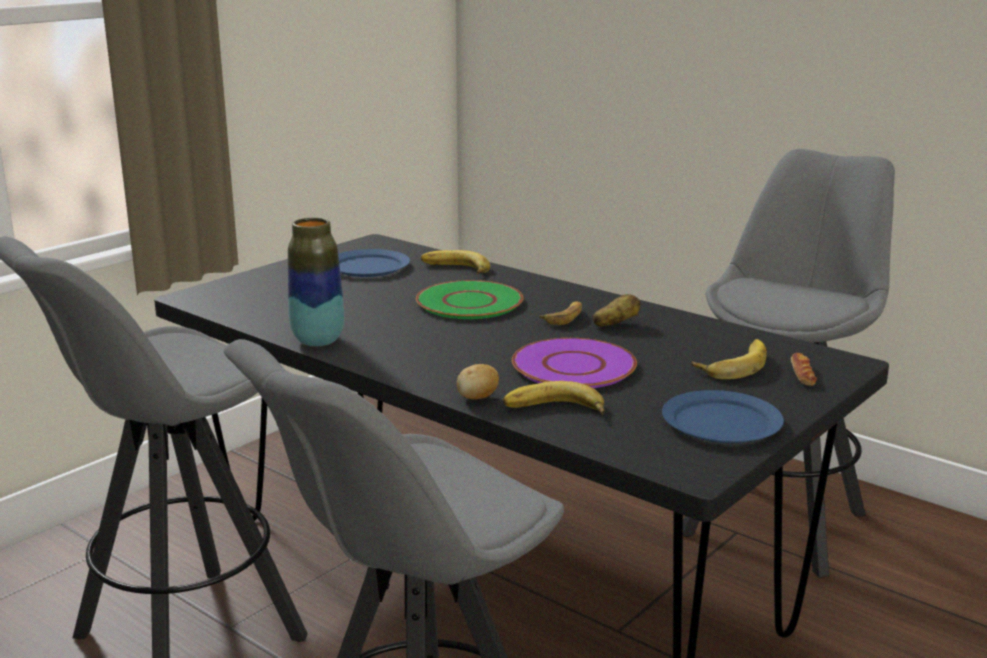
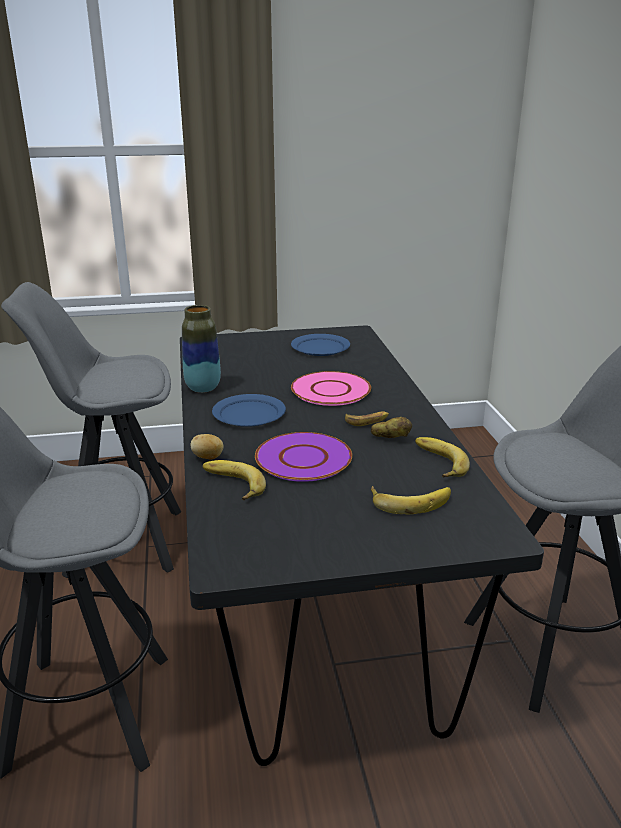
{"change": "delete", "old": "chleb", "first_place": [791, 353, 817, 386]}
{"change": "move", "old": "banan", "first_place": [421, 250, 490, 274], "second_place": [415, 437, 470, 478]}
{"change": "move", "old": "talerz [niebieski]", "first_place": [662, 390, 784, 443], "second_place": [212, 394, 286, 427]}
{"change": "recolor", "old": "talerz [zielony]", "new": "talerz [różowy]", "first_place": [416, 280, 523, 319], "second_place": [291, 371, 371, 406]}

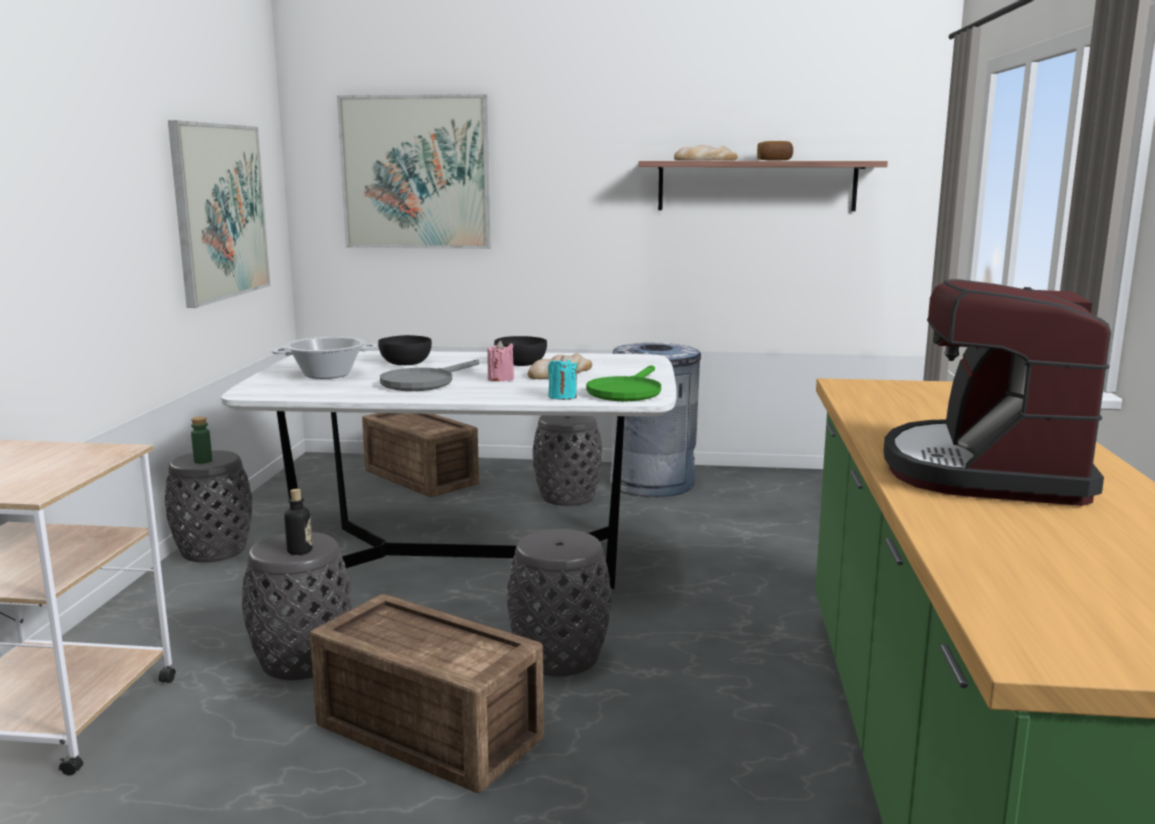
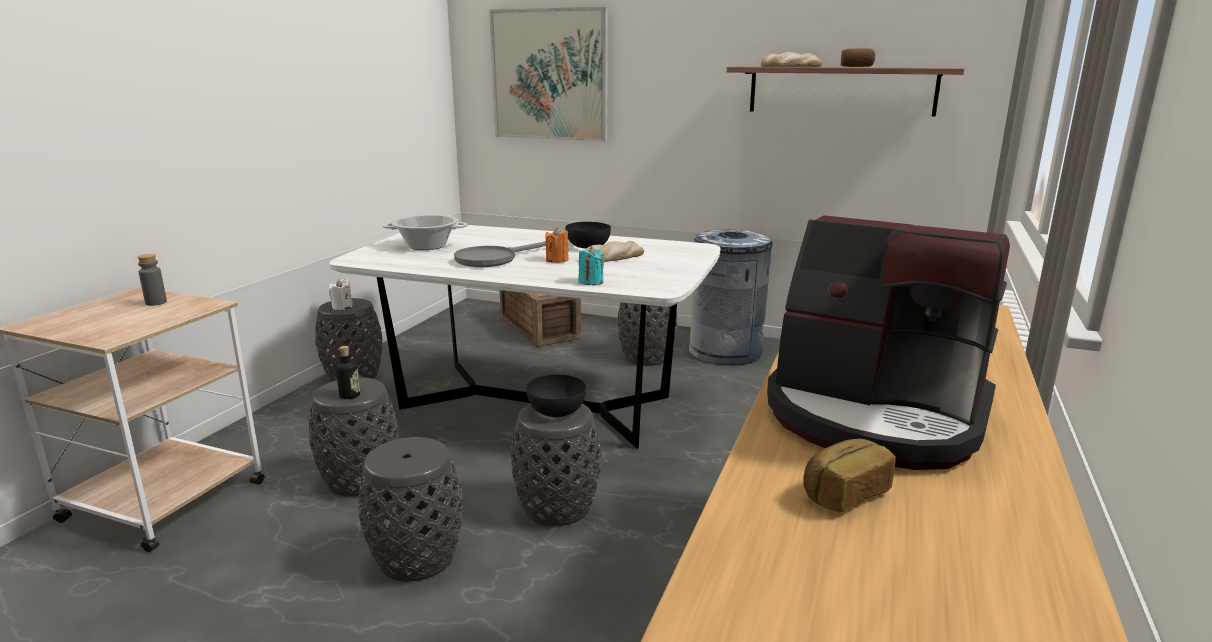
{"change": "delete", "old": "obraz", "first_place": [168, 120, 270, 308]}
{"change": "delete", "old": "patelnia [zielony]", "first_place": [586, 365, 661, 401]}
{"change": "insert", "new": "butelka [szary]", "second_place": [138, 254, 167, 306]}
{"change": "insert", "new": "chleb", "second_place": [803, 438, 896, 513]}
{"change": "move", "old": "miska [czarny]", "first_place": [378, 335, 432, 365], "second_place": [526, 375, 586, 417]}
{"change": "replace", "old": "butelka [zielony]", "new": "świeca [biały]", "first_place": [191, 417, 212, 464], "second_place": [329, 279, 353, 310]}
{"change": "replace", "old": "skrzynka", "new": "stołek [szary]", "first_place": [310, 594, 544, 793], "second_place": [359, 437, 463, 582]}
{"change": "recolor", "old": "świeca [różowy]", "new": "świeca [pomarańczowy]", "first_place": [487, 341, 514, 381], "second_place": [545, 227, 569, 263]}
{"change": "rotate", "old": "ekspres do kawy", "first_place": [883, 279, 1111, 506], "second_place": [767, 215, 1010, 470], "degrees": -90}

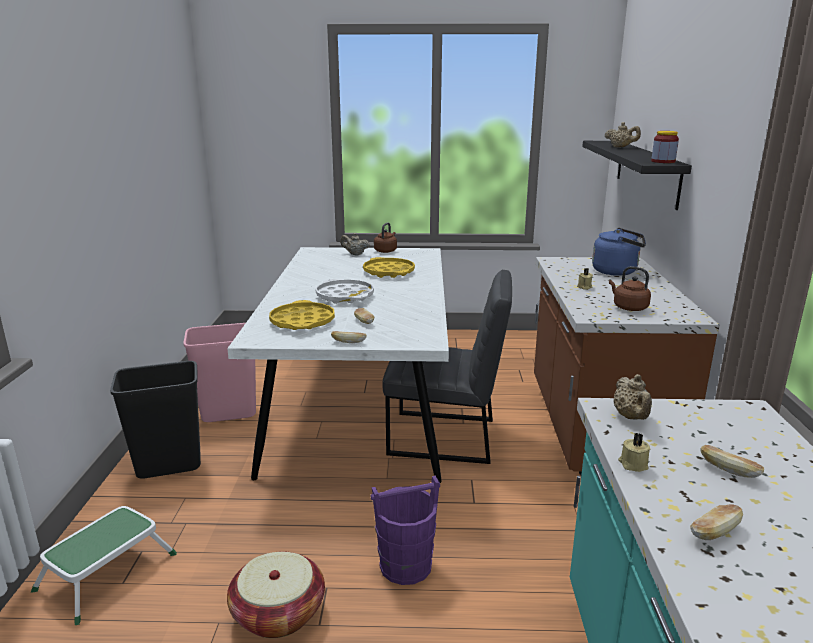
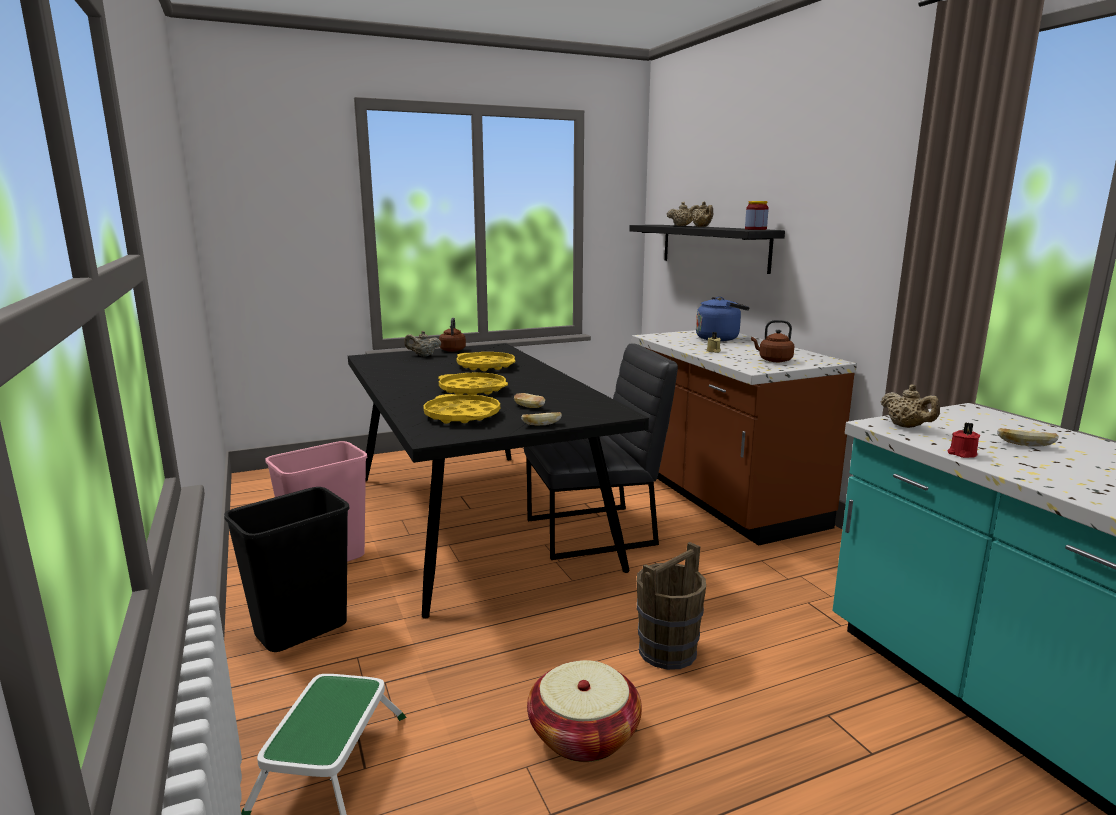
{"change": "delete", "old": "chleb", "first_place": [690, 504, 743, 540]}
{"change": "insert", "new": "imbryk [beżowy]", "second_place": [691, 202, 713, 227]}
{"change": "recolor", "old": "stół jadalny [biały]", "new": "stół jadalny [czarny]", "first_place": [227, 247, 449, 483], "second_place": [348, 343, 649, 619]}
{"change": "recolor", "old": "taca [biały]", "new": "taca [żółty]", "first_place": [316, 279, 374, 304], "second_place": [438, 372, 508, 395]}
{"change": "recolor", "old": "wiadro [fioletowy]", "new": "wiadro [brązowy]", "first_place": [370, 476, 440, 585], "second_place": [637, 542, 706, 670]}
{"change": "recolor", "old": "świeca [beżowy]", "new": "świeca [czerwony]", "first_place": [618, 433, 650, 472], "second_place": [948, 423, 980, 458]}

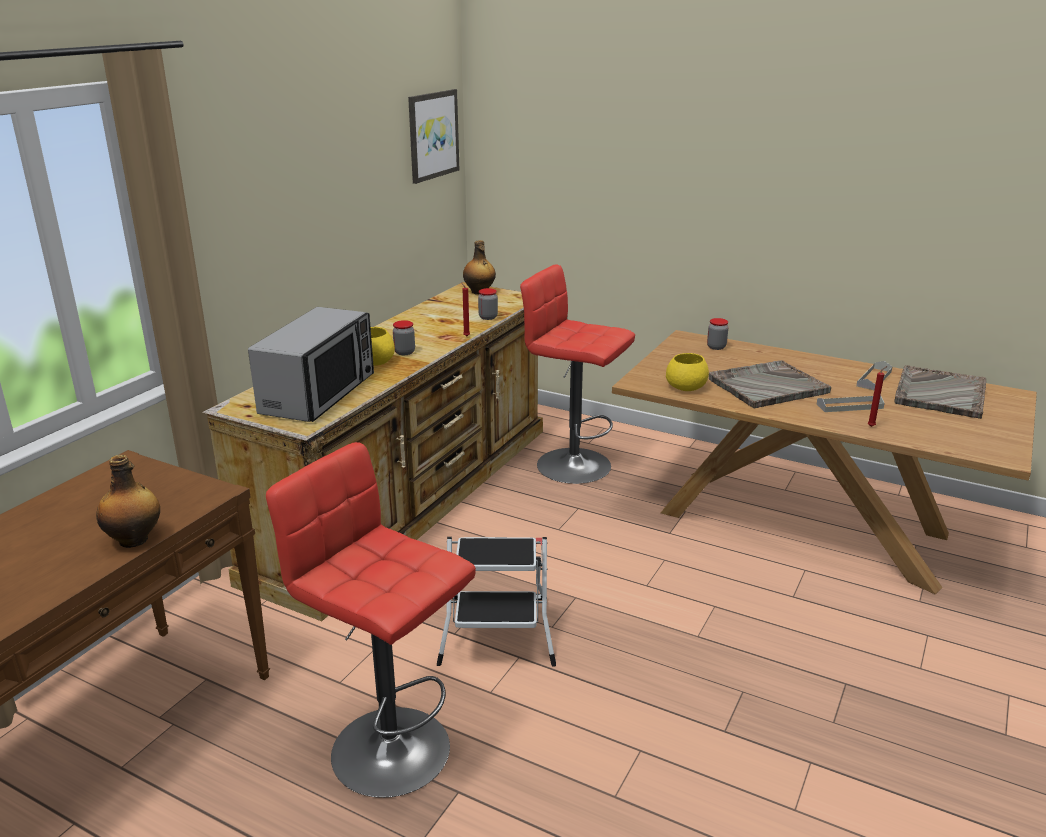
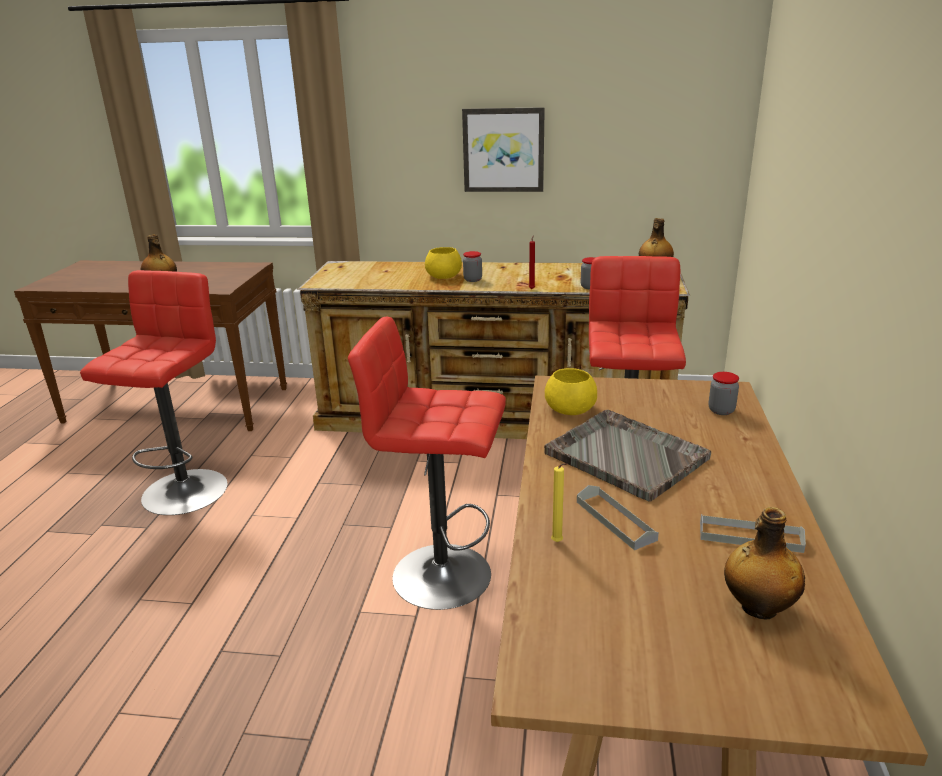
{"change": "delete", "old": "mikrofalówka", "first_place": [248, 307, 374, 422]}
{"change": "delete", "old": "drabinka", "first_place": [437, 537, 556, 667]}
{"change": "insert", "new": "stołek [czerwony]", "second_place": [348, 317, 506, 610]}
{"change": "move", "old": "obraz", "first_place": [408, 89, 459, 184], "second_place": [462, 107, 545, 192]}
{"change": "replace", "old": "taca [szary]", "new": "butelka", "first_place": [894, 365, 986, 419], "second_place": [724, 507, 805, 619]}
{"change": "recolor", "old": "świeca [czerwony]", "new": "świeca [żółty]", "first_place": [868, 366, 887, 427], "second_place": [551, 463, 568, 542]}

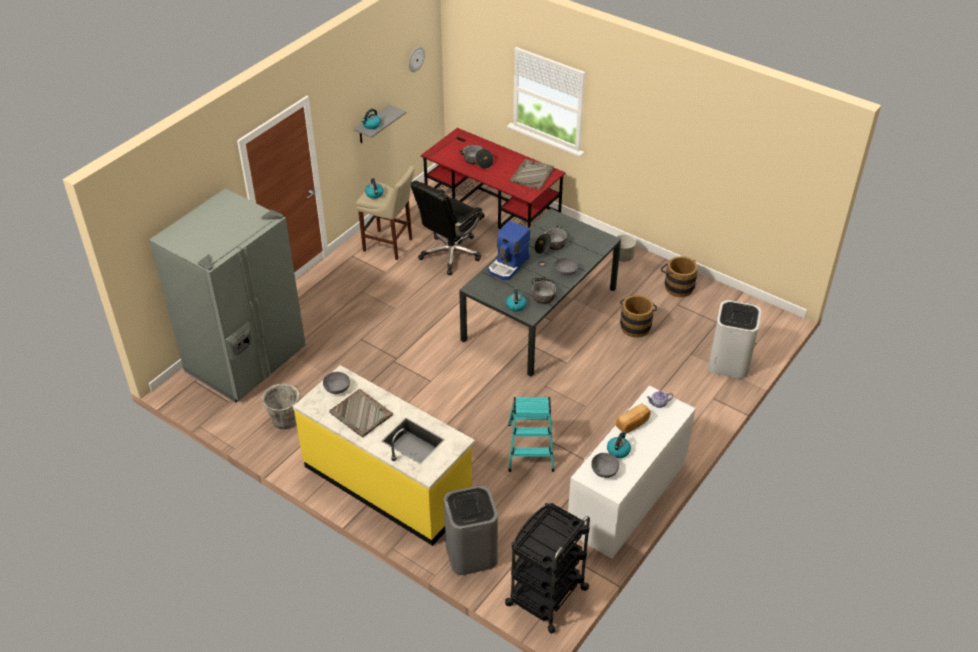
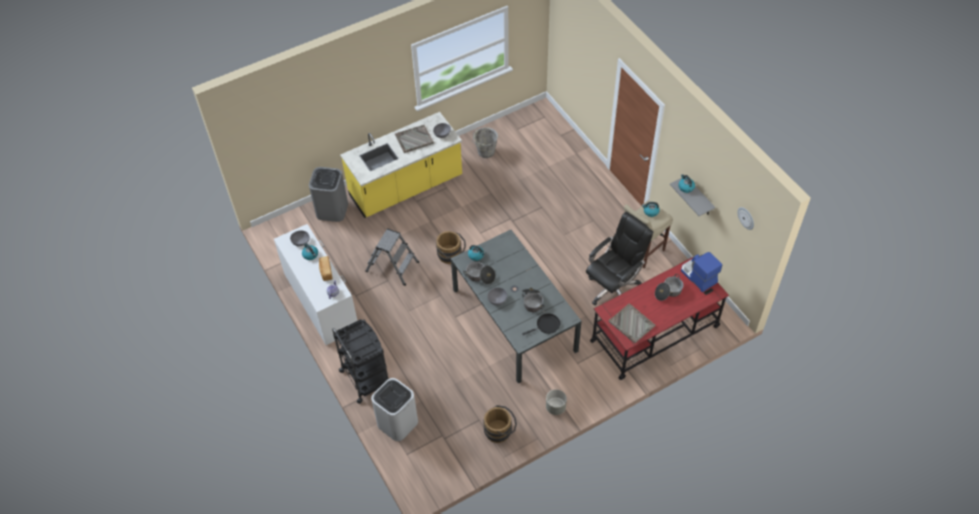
{"change": "delete", "old": "lodówka [szary]", "first_place": [149, 188, 306, 403]}
{"change": "insert", "new": "patelnia [czarny]", "second_place": [522, 313, 560, 335]}
{"change": "move", "old": "ekspres do kawy", "first_place": [488, 221, 530, 280], "second_place": [681, 252, 723, 292]}
{"change": "move", "old": "wózek [czarny]", "first_place": [505, 503, 590, 634], "second_place": [332, 319, 389, 404]}
{"change": "move", "old": "wiadro [brązowy]", "first_place": [620, 295, 657, 338], "second_place": [436, 231, 466, 264]}
{"change": "recolor", "old": "drabinka [turkusowy]", "new": "drabinka [szary]", "first_place": [508, 397, 554, 472], "second_place": [365, 228, 419, 286]}
{"change": "rotate", "old": "krzesło biurowe [czarny]", "first_place": [411, 181, 485, 275], "second_place": [586, 212, 653, 305], "degrees": 75}

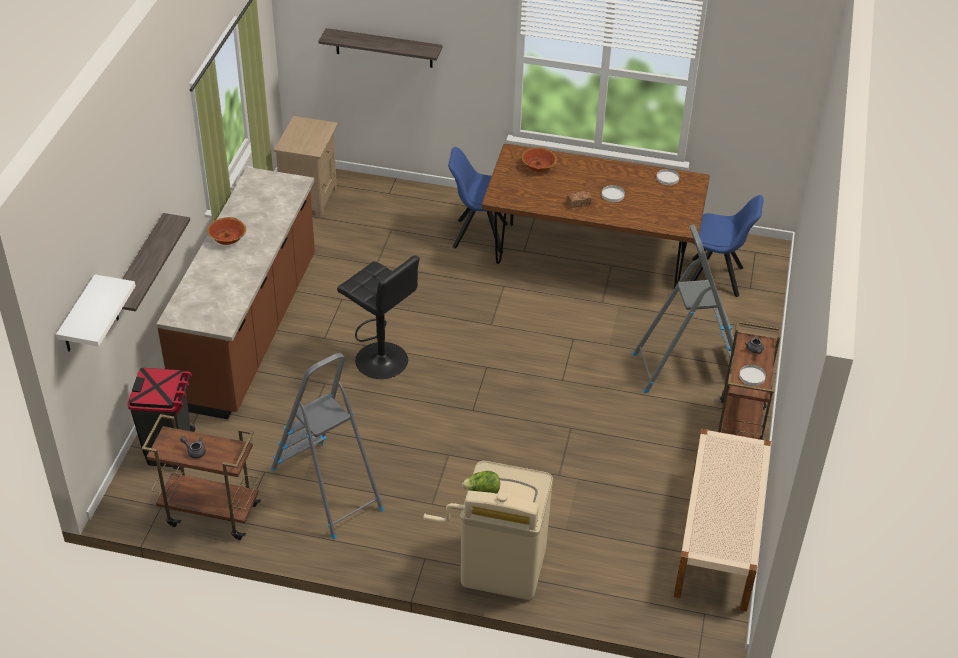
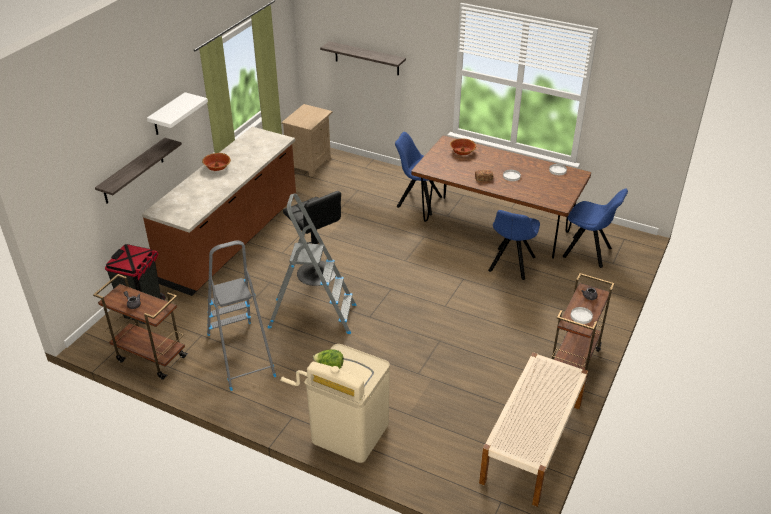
{"change": "insert", "new": "krzesło [niebieski]", "second_place": [488, 210, 540, 280]}
{"change": "move", "old": "półka [biały]", "first_place": [56, 274, 136, 352], "second_place": [147, 92, 208, 135]}
{"change": "move", "old": "drabinka [szary]", "first_place": [632, 224, 735, 393], "second_place": [267, 193, 356, 334]}

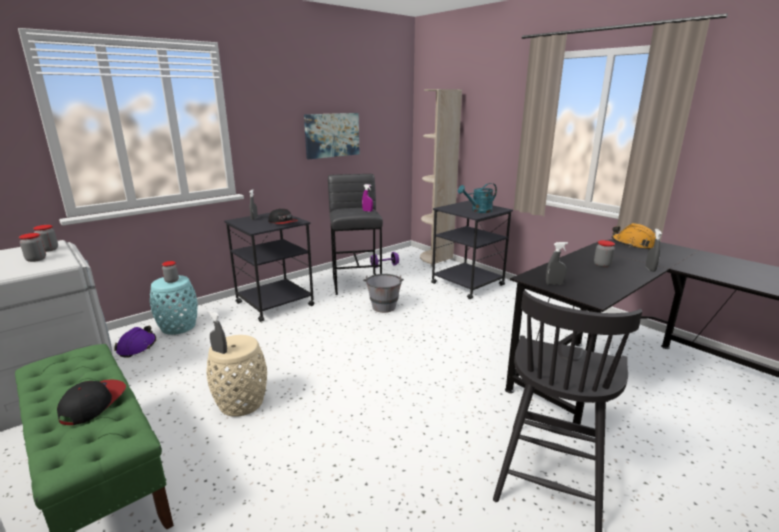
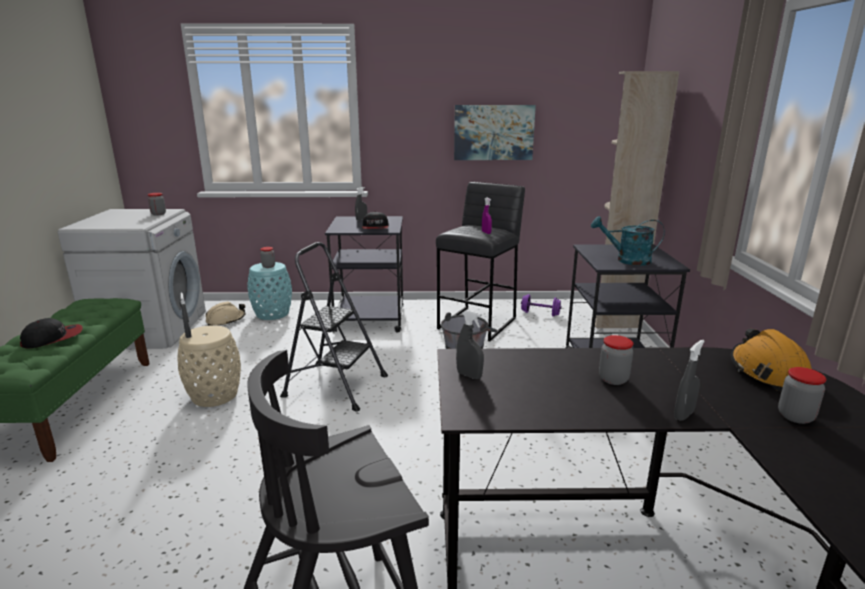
{"change": "insert", "new": "drabinka [czarny]", "second_place": [280, 242, 388, 412]}
{"change": "move", "old": "słoik", "first_place": [19, 233, 46, 262], "second_place": [778, 367, 827, 424]}
{"change": "recolor", "old": "kask [fioletowy]", "new": "kask [beżowy]", "first_place": [114, 326, 156, 357], "second_place": [206, 301, 246, 326]}

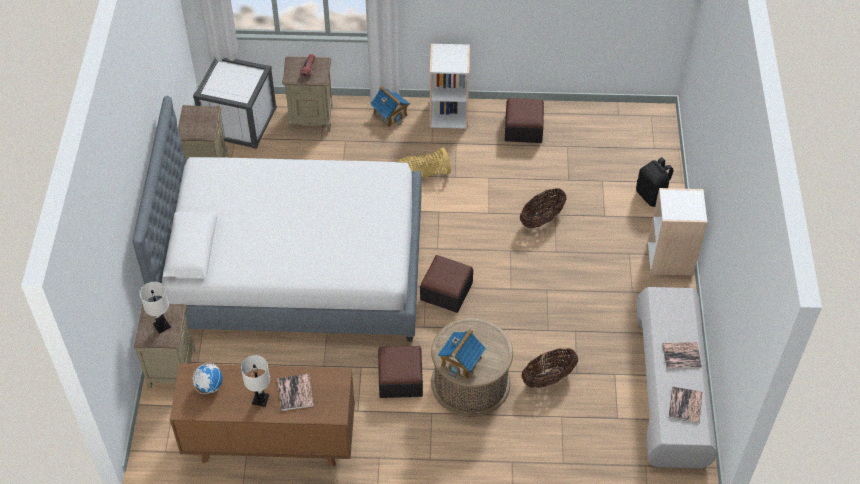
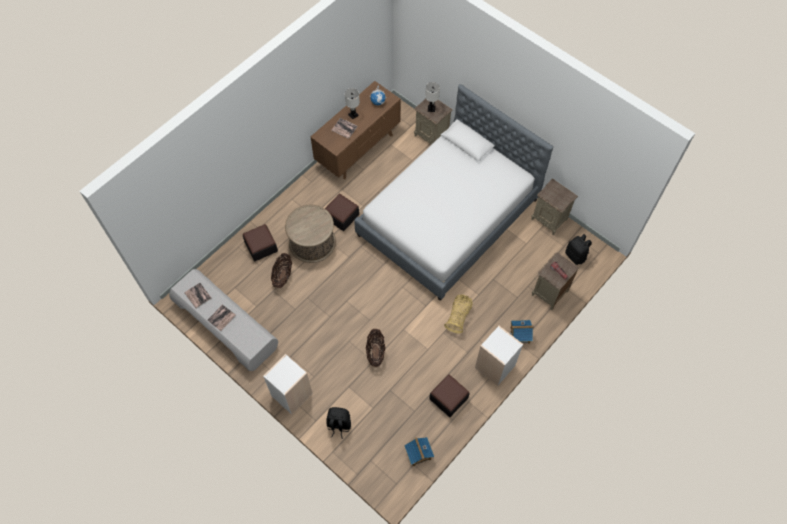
{"change": "move", "old": "pufa", "first_place": [420, 255, 473, 313], "second_place": [243, 224, 278, 261]}
{"change": "move", "old": "domek", "first_place": [438, 329, 486, 379], "second_place": [404, 437, 434, 466]}
{"change": "replace", "old": "pojemnik do przechowywania [biały]", "new": "plecak [czarny]", "first_place": [193, 57, 277, 149], "second_place": [565, 234, 592, 265]}

